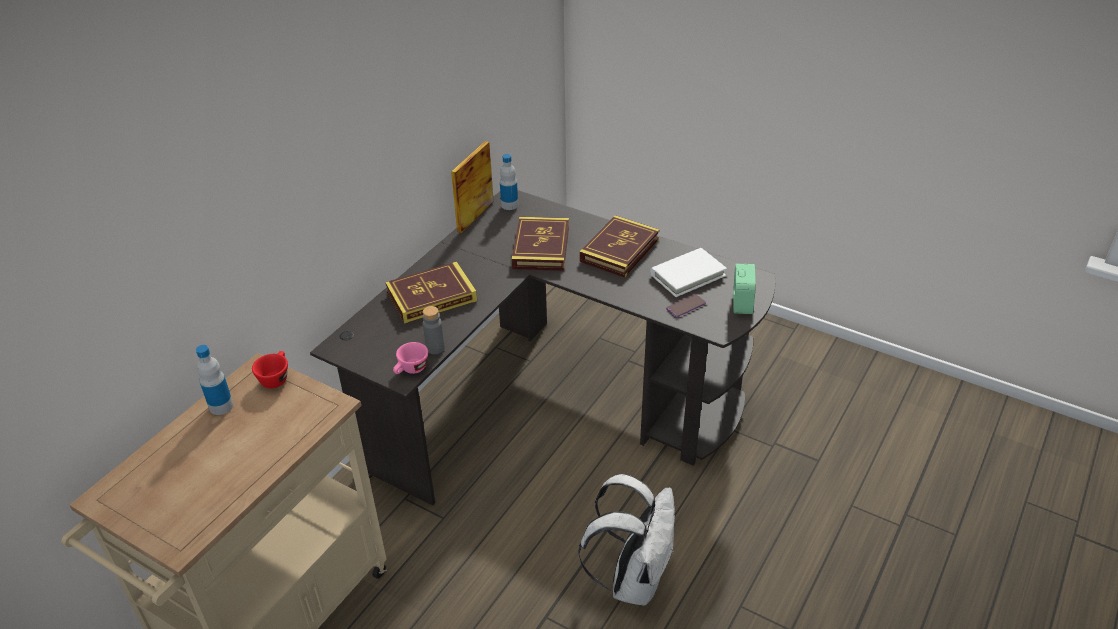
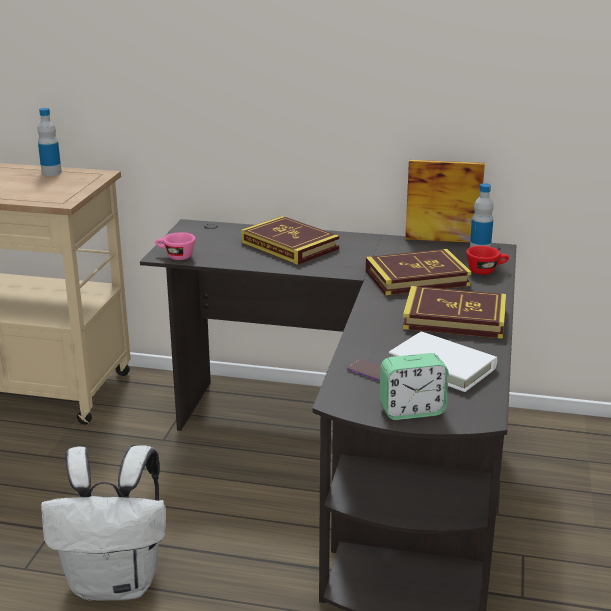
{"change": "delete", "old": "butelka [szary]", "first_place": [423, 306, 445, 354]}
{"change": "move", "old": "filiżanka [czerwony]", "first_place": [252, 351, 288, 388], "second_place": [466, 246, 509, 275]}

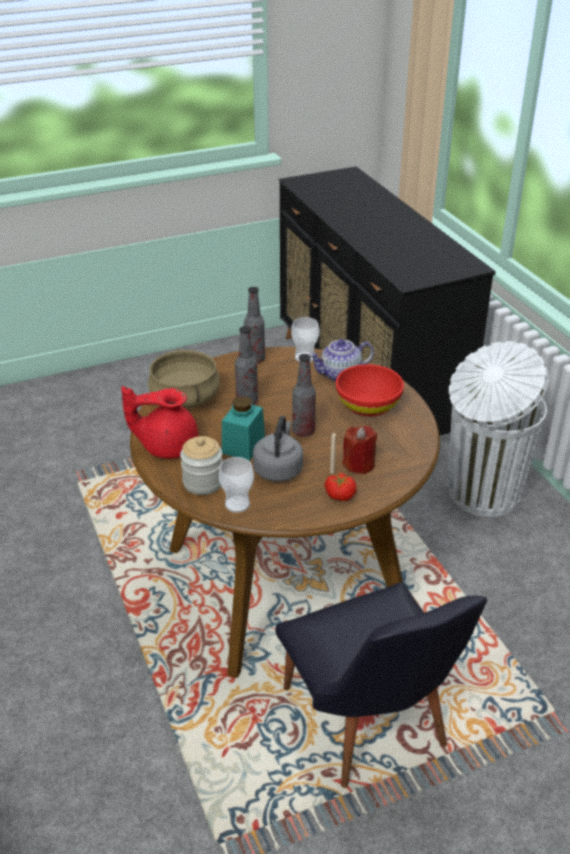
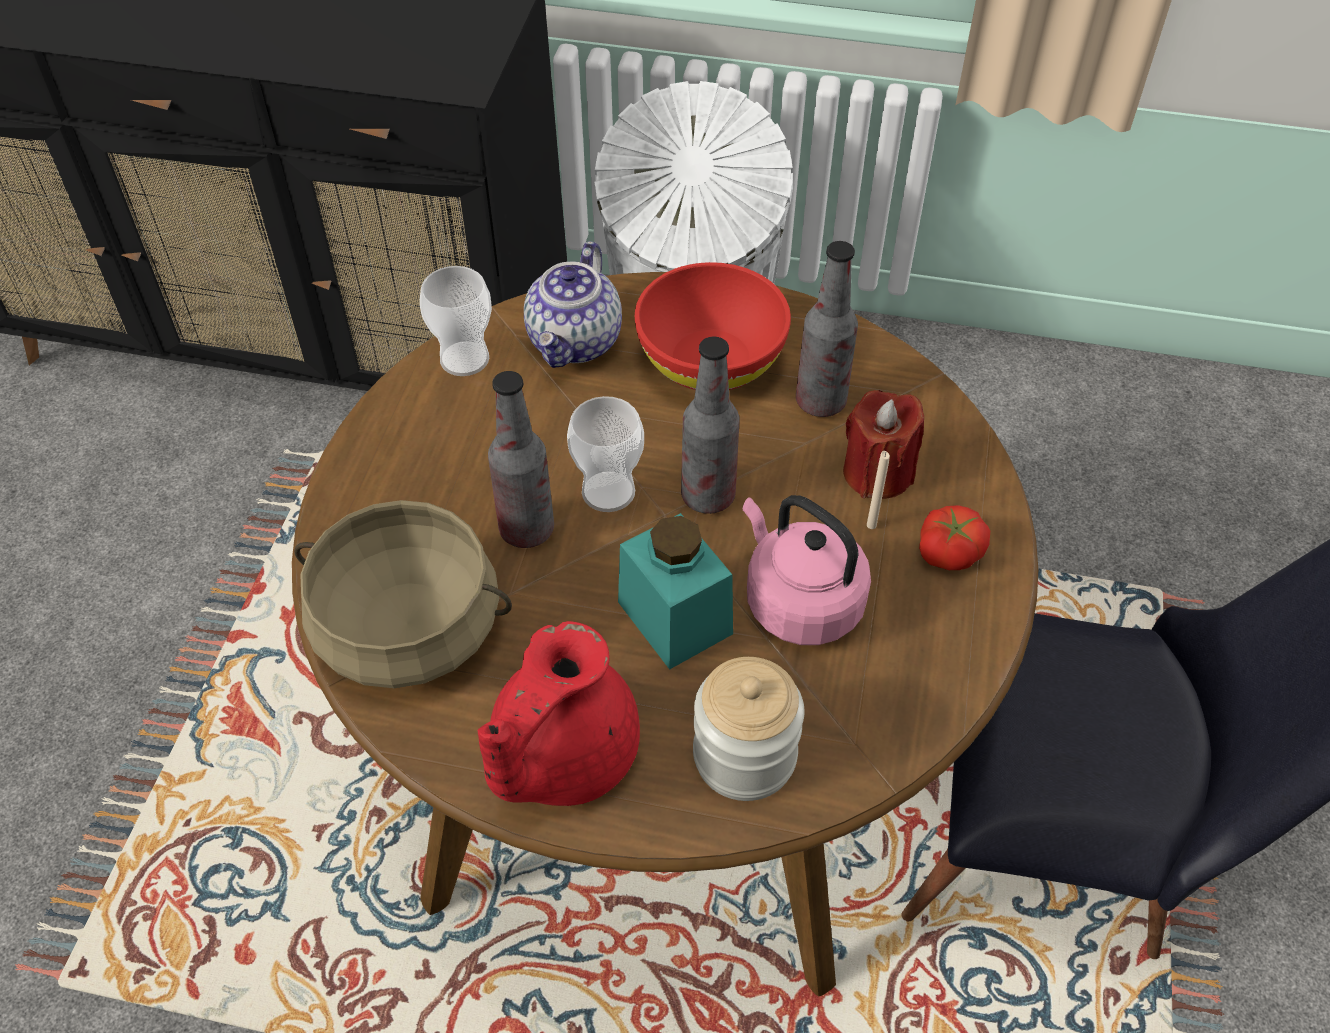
{"change": "move", "old": "filiżanka", "first_place": [219, 457, 254, 513], "second_place": [567, 396, 644, 512]}
{"change": "move", "old": "butelka", "first_place": [244, 287, 265, 363], "second_place": [796, 241, 858, 417]}
{"change": "recolor", "old": "czajnik [szary]", "new": "czajnik [różowy]", "first_place": [253, 416, 303, 482], "second_place": [743, 495, 871, 645]}

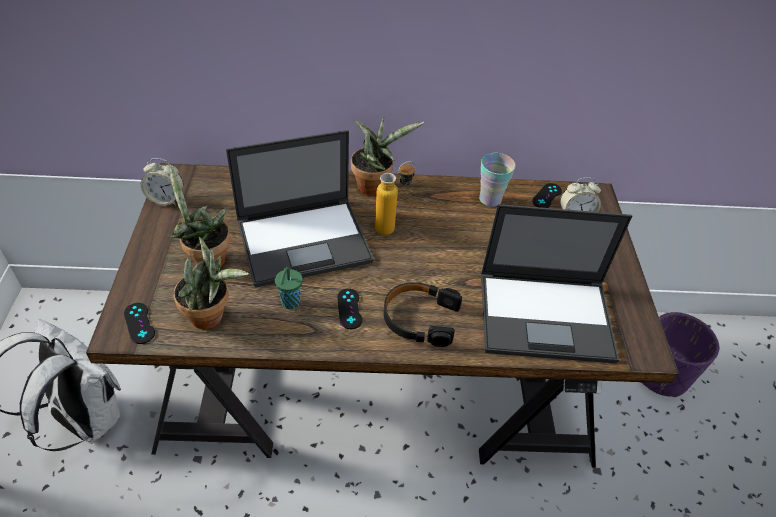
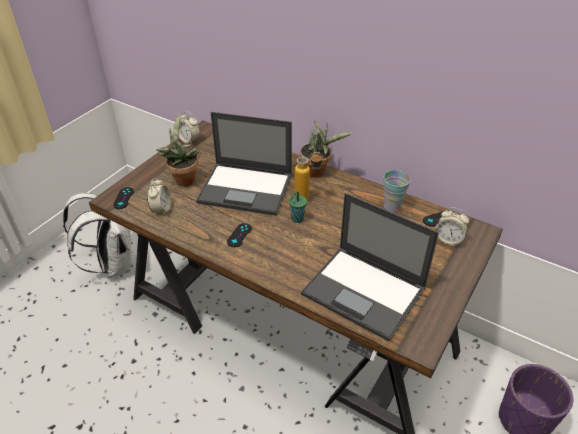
{"change": "delete", "old": "słuchawki [czarny]", "first_place": [384, 282, 462, 347]}
{"change": "move", "old": "filiżanka [zielony]", "first_place": [275, 267, 303, 309], "second_place": [289, 191, 307, 223]}
{"change": "replace", "old": "roślina doniczkowa", "new": "budzik", "first_place": [174, 236, 249, 330], "second_place": [147, 178, 171, 216]}

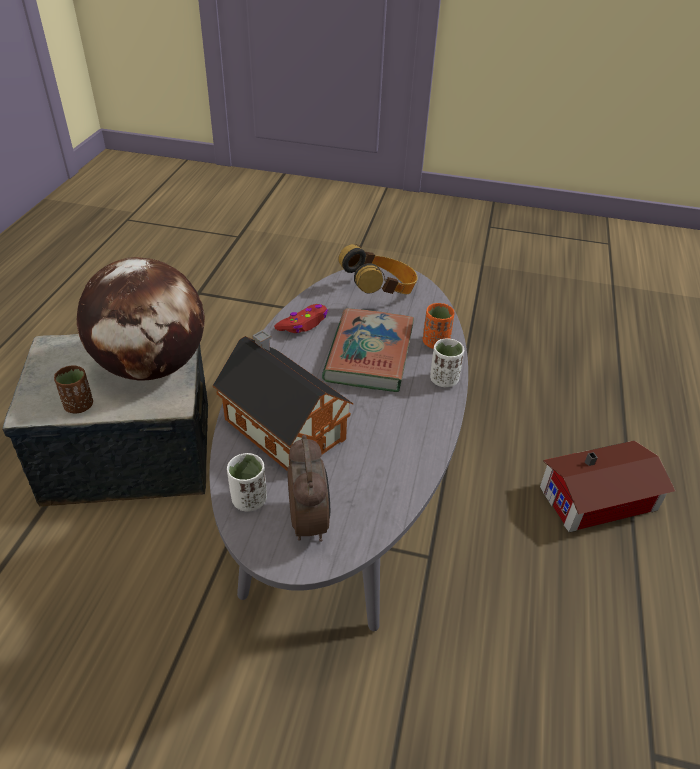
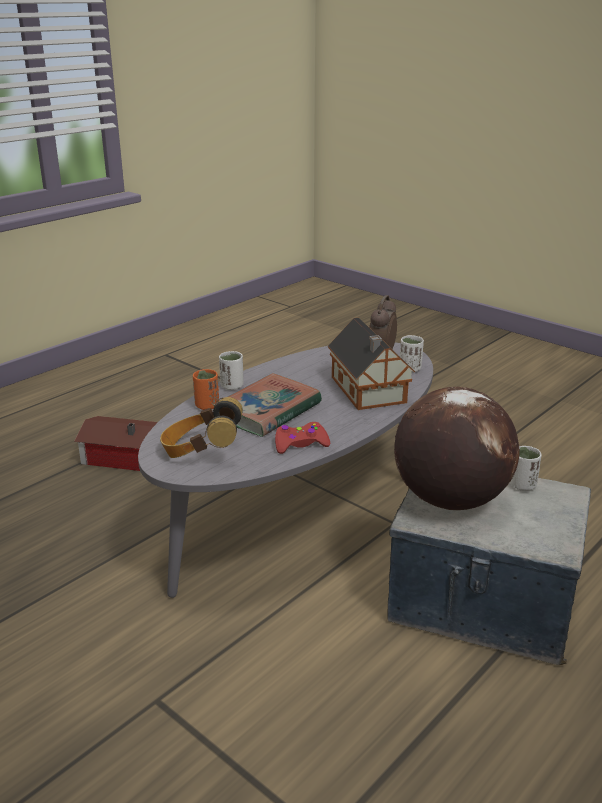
{"change": "recolor", "old": "filiżanka [brązowy]", "new": "filiżanka [biały]", "first_place": [54, 365, 93, 414], "second_place": [510, 446, 542, 491]}

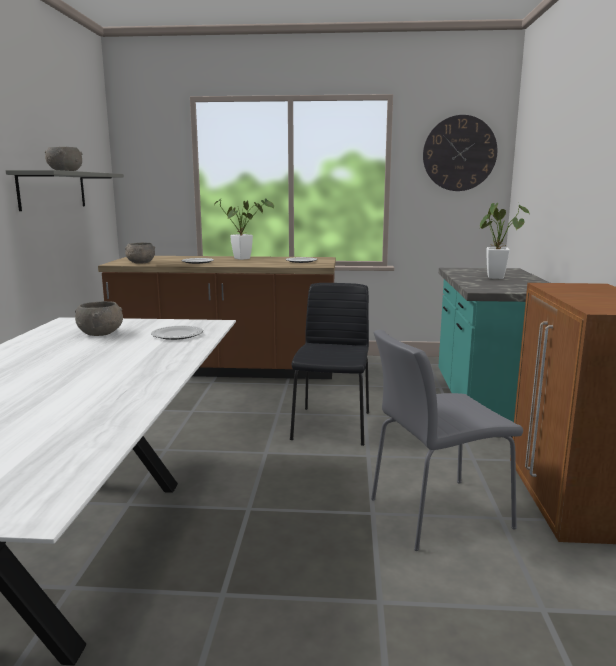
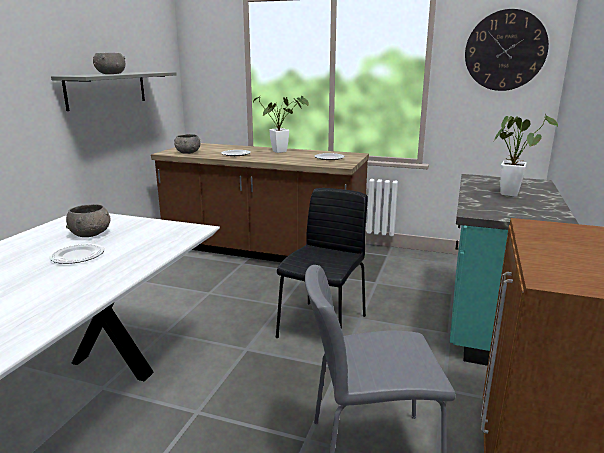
{"change": "move", "old": "talerz", "first_place": [151, 326, 203, 340], "second_place": [49, 243, 104, 264]}

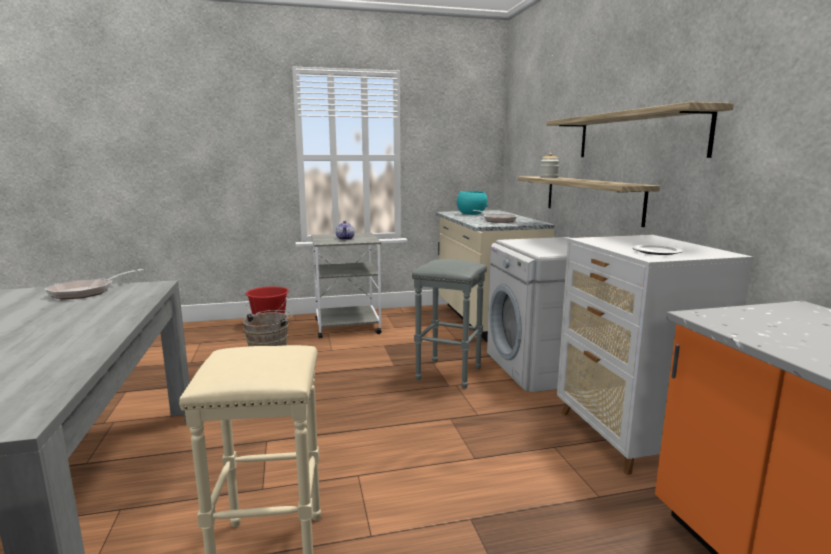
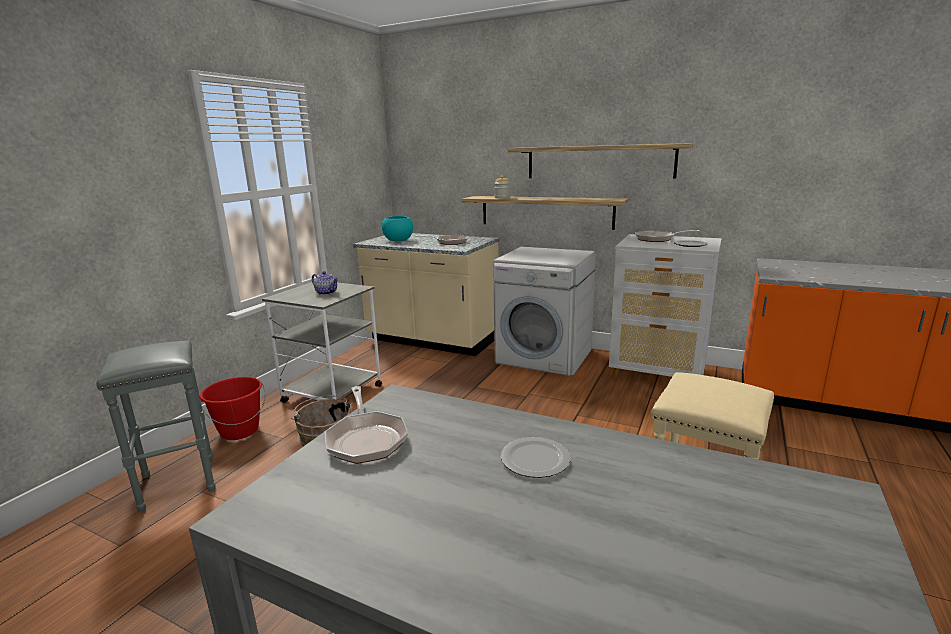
{"change": "insert", "new": "talerz", "second_place": [501, 437, 571, 478]}
{"change": "insert", "new": "patelnia", "second_place": [635, 230, 700, 242]}
{"change": "move", "old": "stołek [szary]", "first_place": [412, 259, 487, 388], "second_place": [97, 341, 215, 512]}

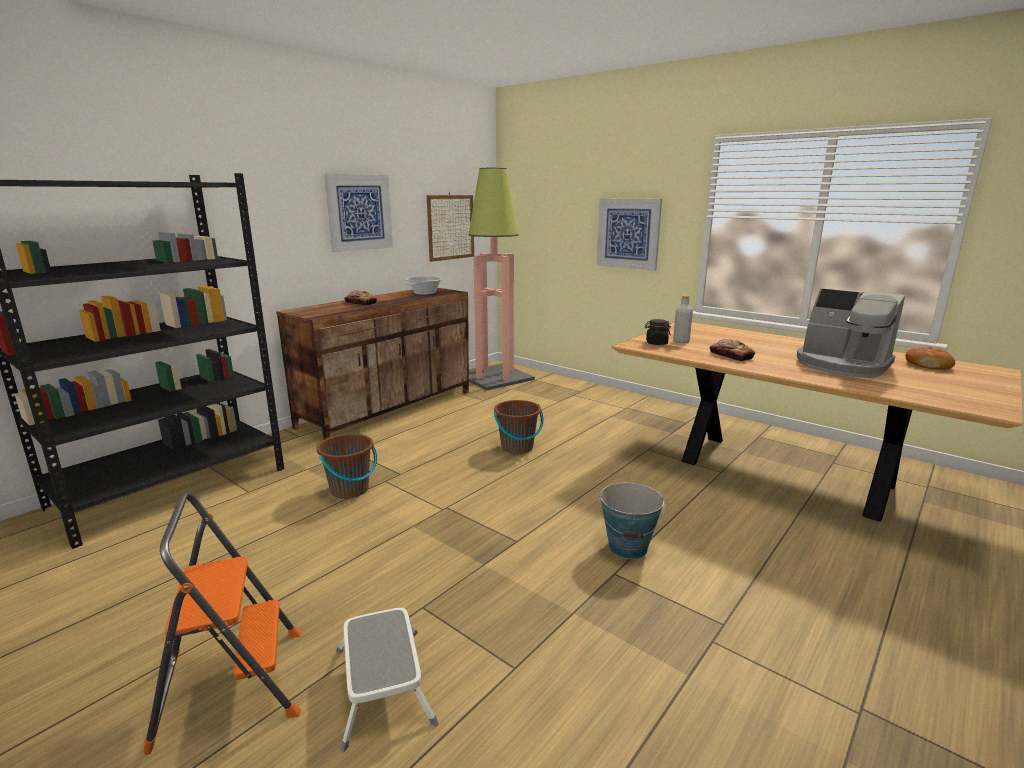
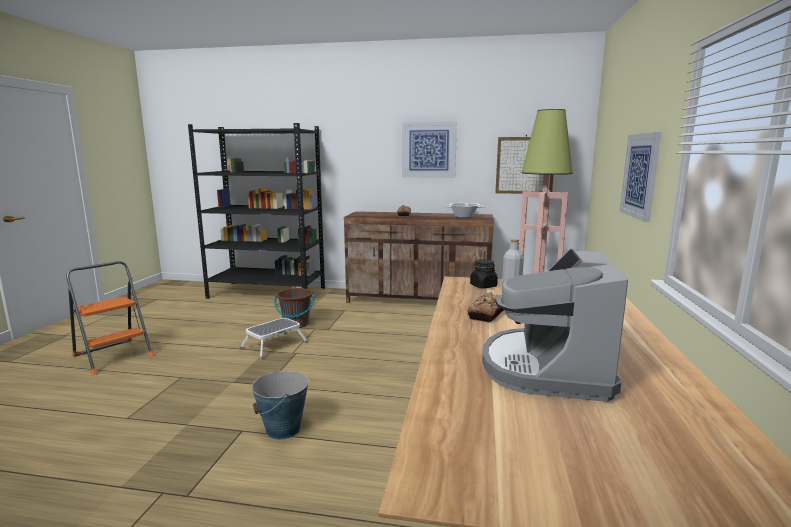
{"change": "delete", "old": "wiadro [brązowy]", "first_place": [493, 400, 544, 454]}
{"change": "delete", "old": "chleb", "first_place": [906, 346, 955, 369]}
{"change": "move", "old": "drabinka [szary]", "first_place": [336, 608, 439, 752], "second_place": [239, 318, 309, 360]}

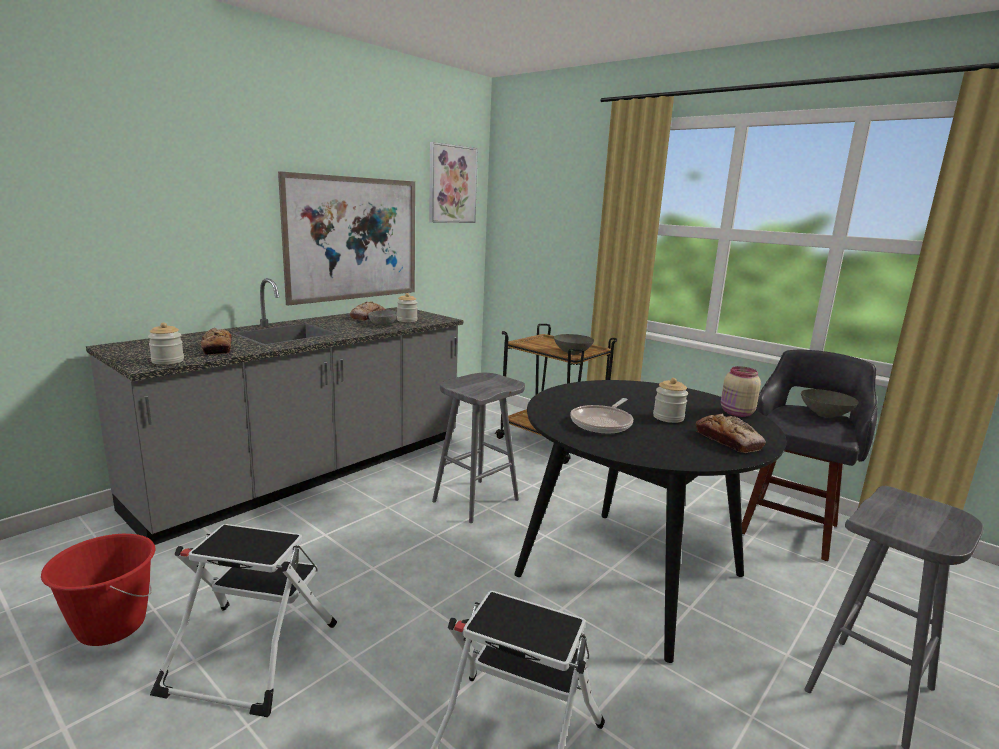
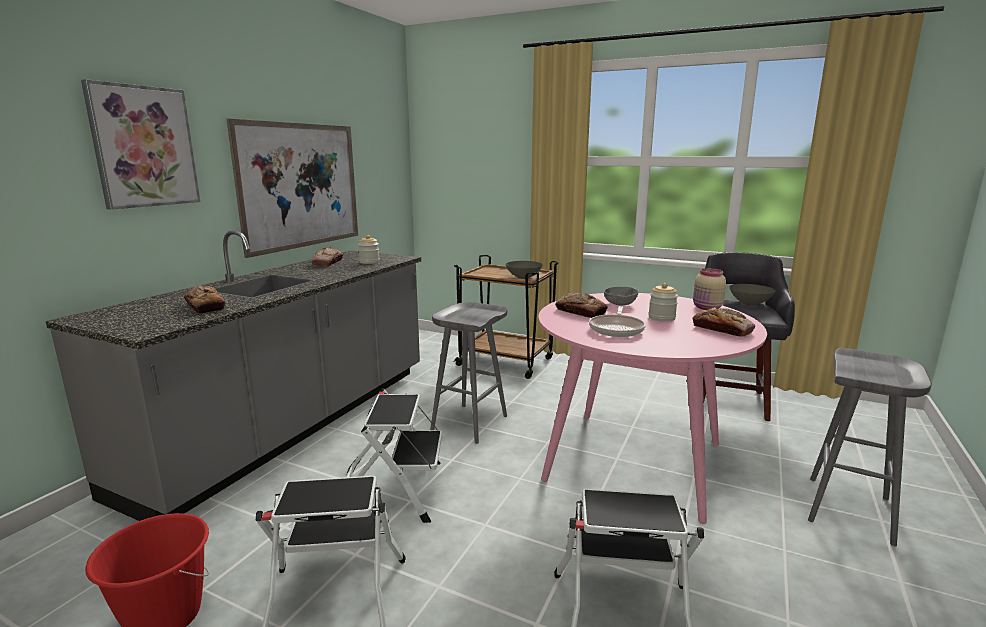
{"change": "delete", "old": "słoik", "first_place": [148, 322, 184, 365]}
{"change": "insert", "new": "drabinka", "second_place": [346, 388, 442, 523]}
{"change": "insert", "new": "chleb", "second_place": [555, 292, 608, 318]}
{"change": "move", "old": "miska [szary]", "first_place": [368, 310, 397, 326], "second_place": [604, 287, 638, 305]}
{"change": "move", "old": "obraz", "first_place": [429, 142, 478, 223], "second_place": [81, 79, 200, 210]}
{"change": "recolor", "old": "stół jadalny [czarny]", "new": "stół jadalny [różowy]", "first_place": [514, 380, 787, 663], "second_place": [539, 293, 767, 524]}

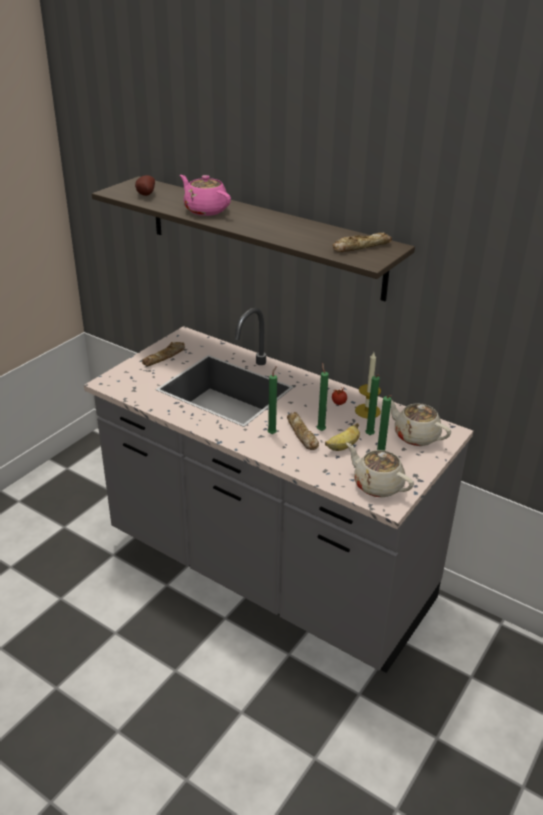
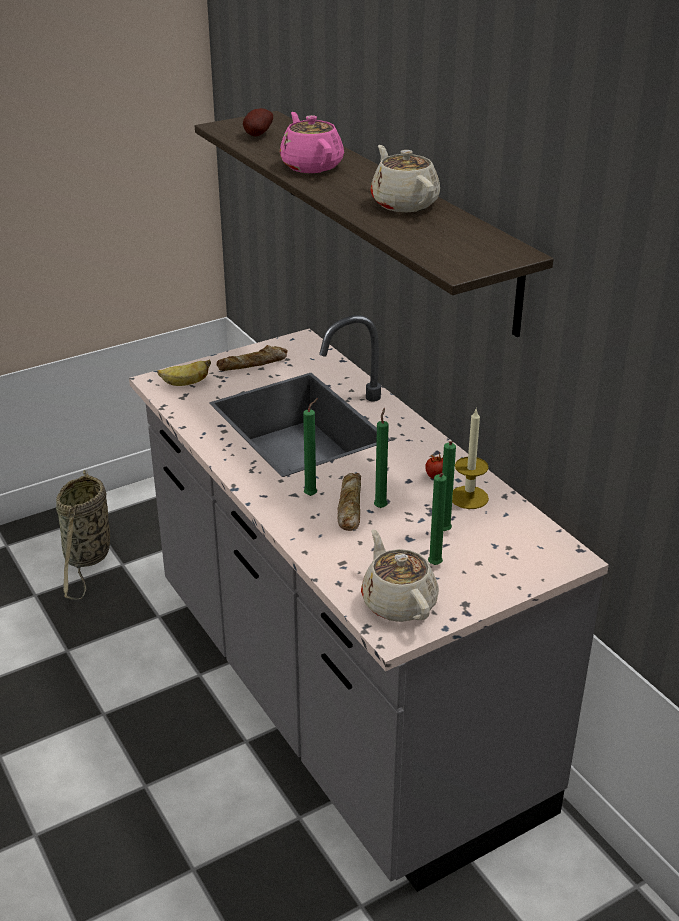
{"change": "delete", "old": "chleb", "first_place": [332, 233, 392, 252]}
{"change": "insert", "new": "koszyk", "second_place": [56, 470, 110, 600]}
{"change": "move", "old": "banan", "first_place": [325, 423, 360, 451], "second_place": [157, 359, 211, 386]}
{"change": "move", "old": "imbryk [beżowy]", "first_place": [391, 400, 451, 446], "second_place": [370, 145, 440, 212]}

